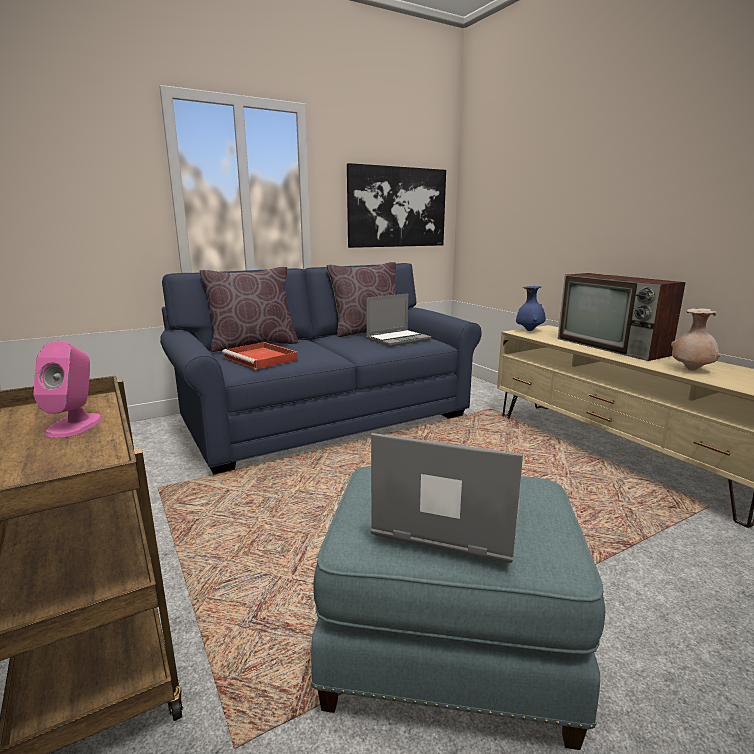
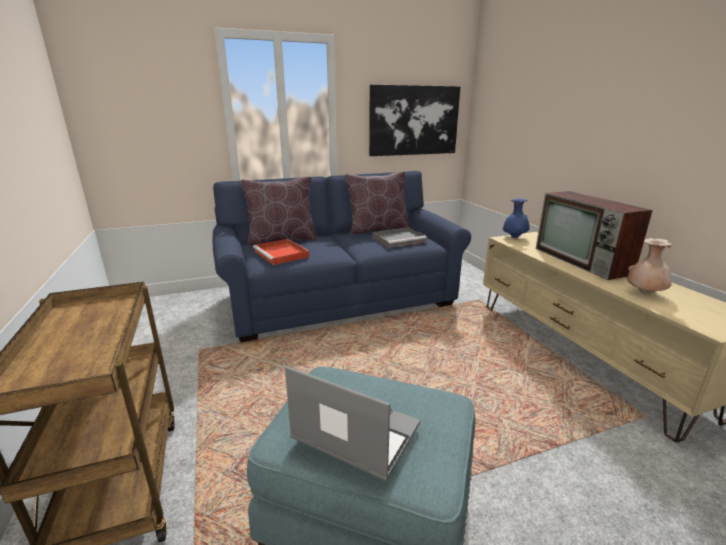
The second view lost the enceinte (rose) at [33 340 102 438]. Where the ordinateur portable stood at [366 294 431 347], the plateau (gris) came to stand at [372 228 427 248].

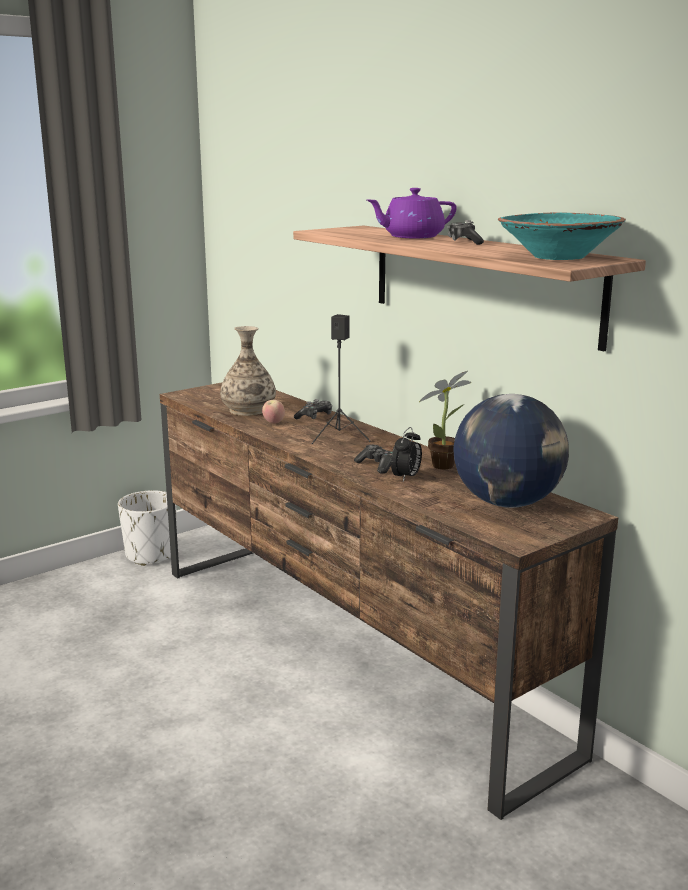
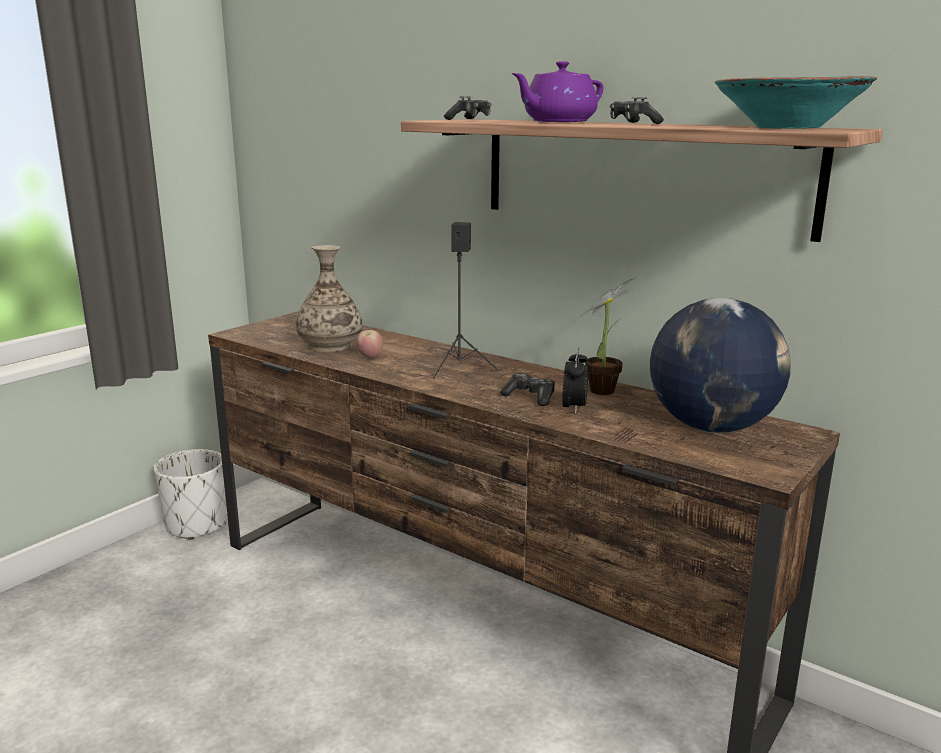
The manette ended up elsewhere, having gone from [294 399 332 419] to [444 96 491 120].

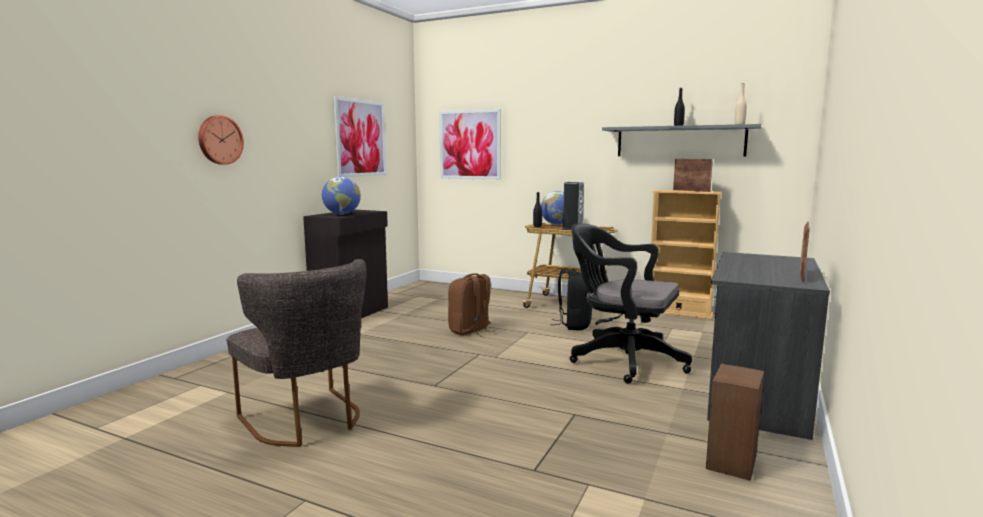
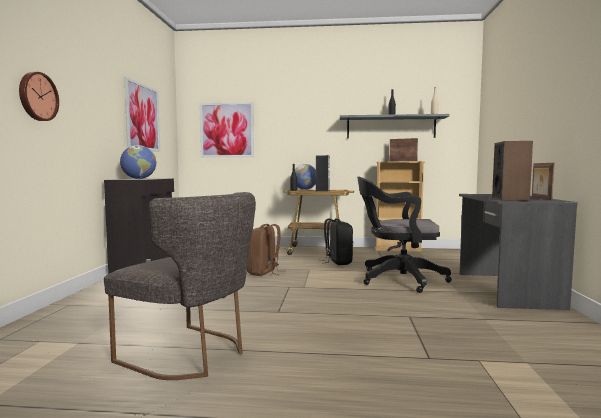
The enceinte ended up elsewhere, having gone from [706 363 764 481] to [492 141 533 201].

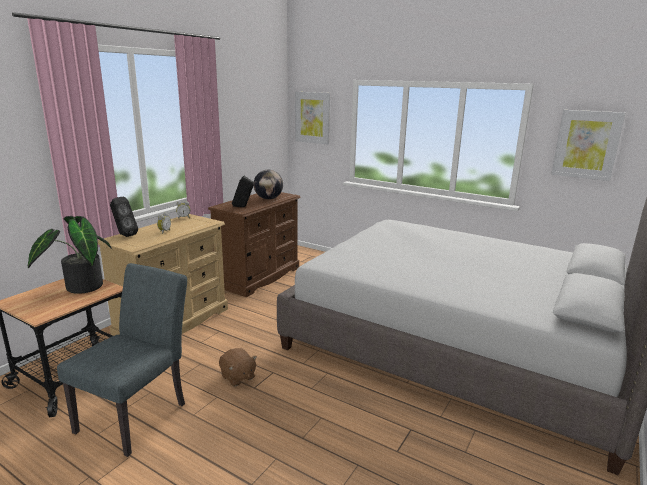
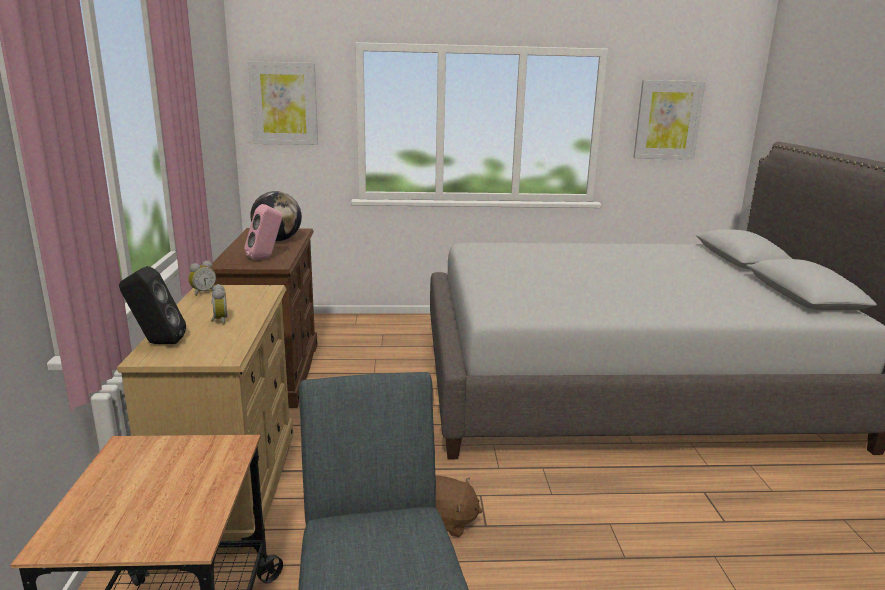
The second view lost the plante en pot at [28 216 112 294]. What was the enceinte (noir) at [232 176 254 207] turned into the enceinte (rose) at [244 204 282 260].

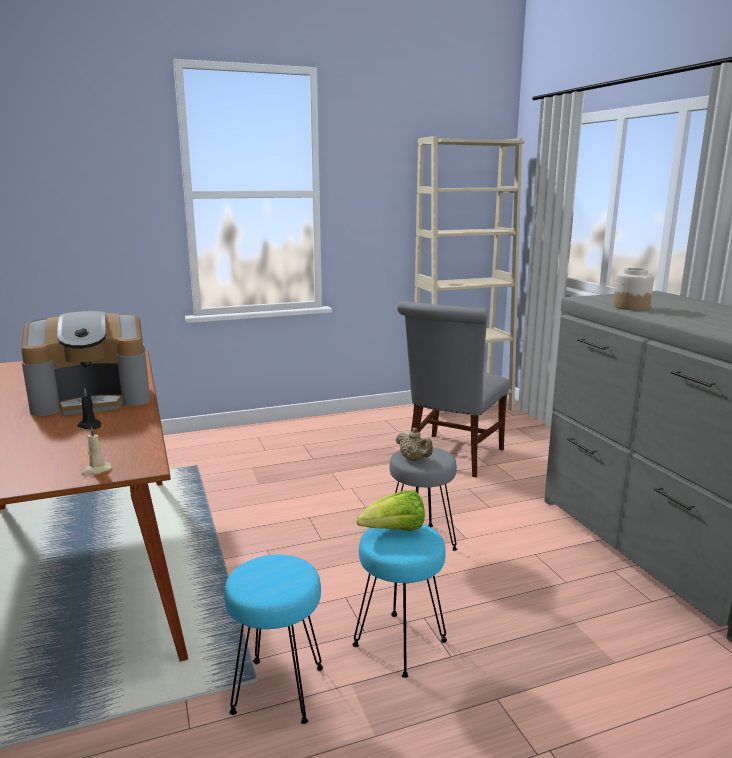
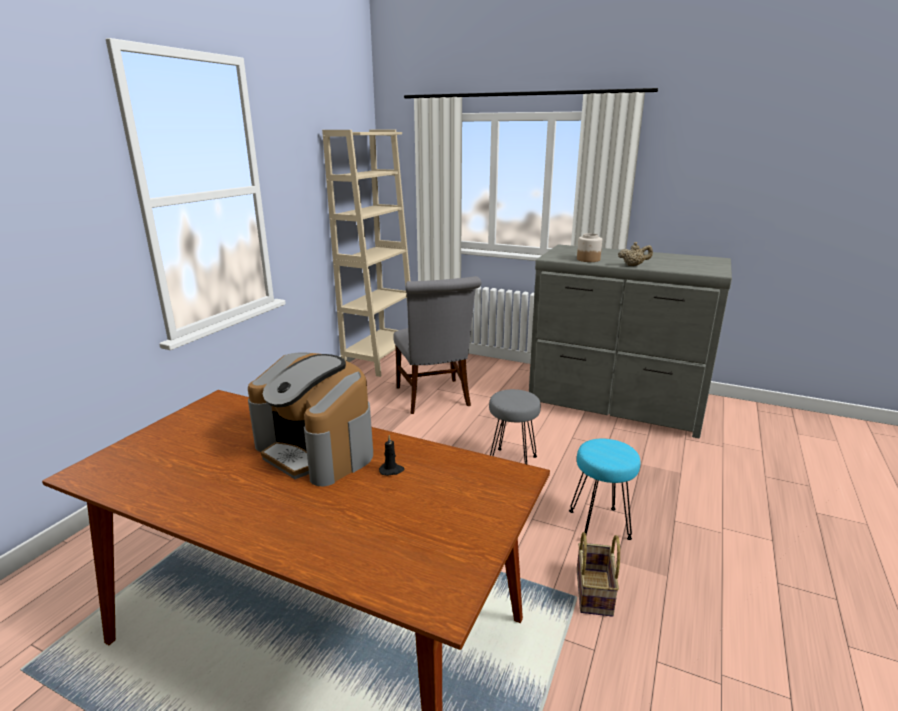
The second view lost the bougie (beige) at [81 426 112 476]. The second view lost the laitue at [356 490 425 531]. The théière (beige) ended up elsewhere, having gone from [396 428 433 461] to [618 242 653 266]. Where the tabouret (turquoise) stood at [224 555 323 724], the panier came to stand at [577 532 620 617]. The machine à café at [21 311 150 416] ended up facing another way, 105 degrees clockwise from before.

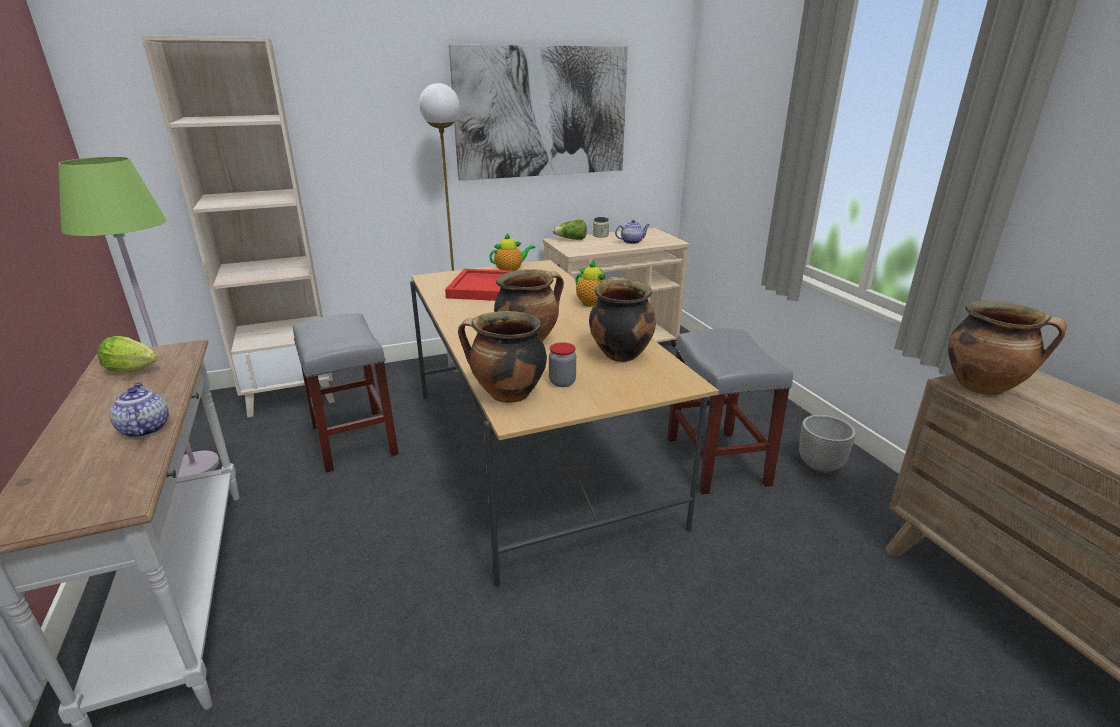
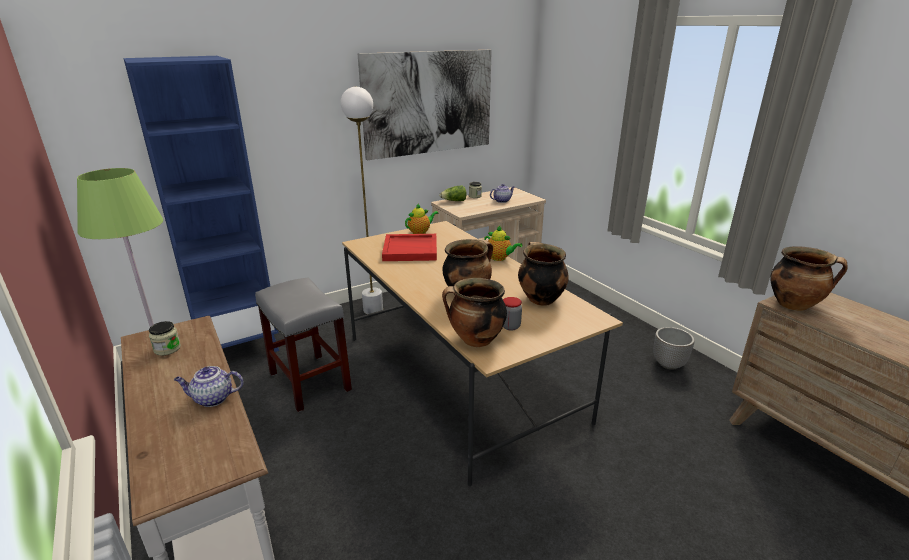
The second view lost the tabouret (gris) at [667 328 793 495]. Where the laitue stood at [97 336 158 373], the bocal came to stand at [149 321 181 356]. What was the bibliothèque (beige) at [141 35 335 418] turned into the bibliothèque (bleu) at [123 56 279 352]. The théière at [110 383 169 438] ended up facing another way, 60 degrees counterclockwise from before.

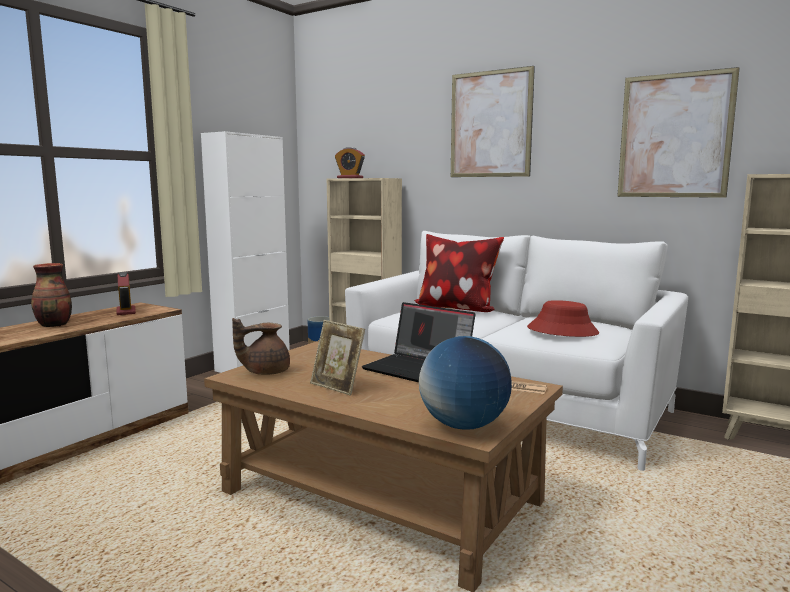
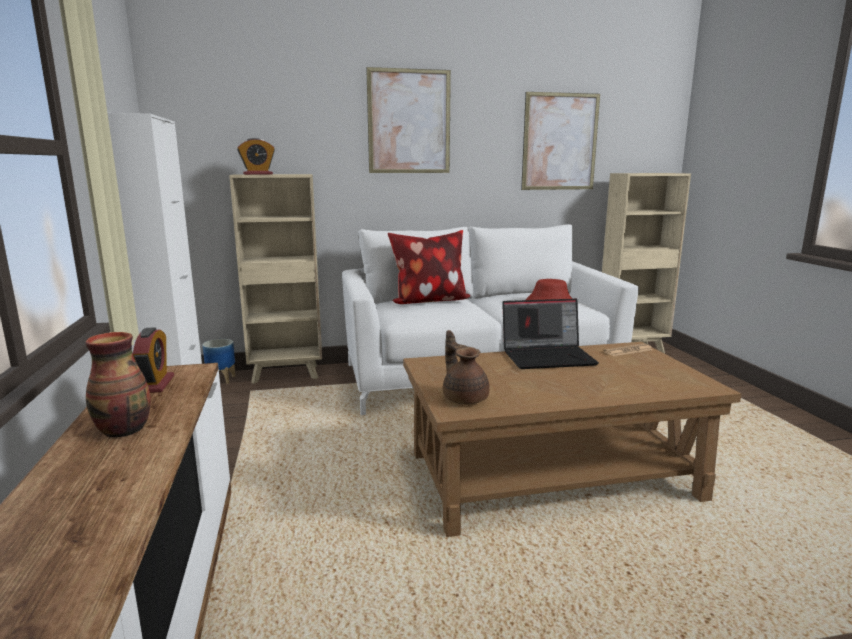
The second view lost the cadre photo at [310 320 365 396]. The second view lost the globe at [419 336 512 430]. The réveil at [116 272 136 315] ended up facing another way, 120 degrees counterclockwise from before. The théière (marron) at [232 318 290 375] ended up facing another way, 135 degrees clockwise from before.

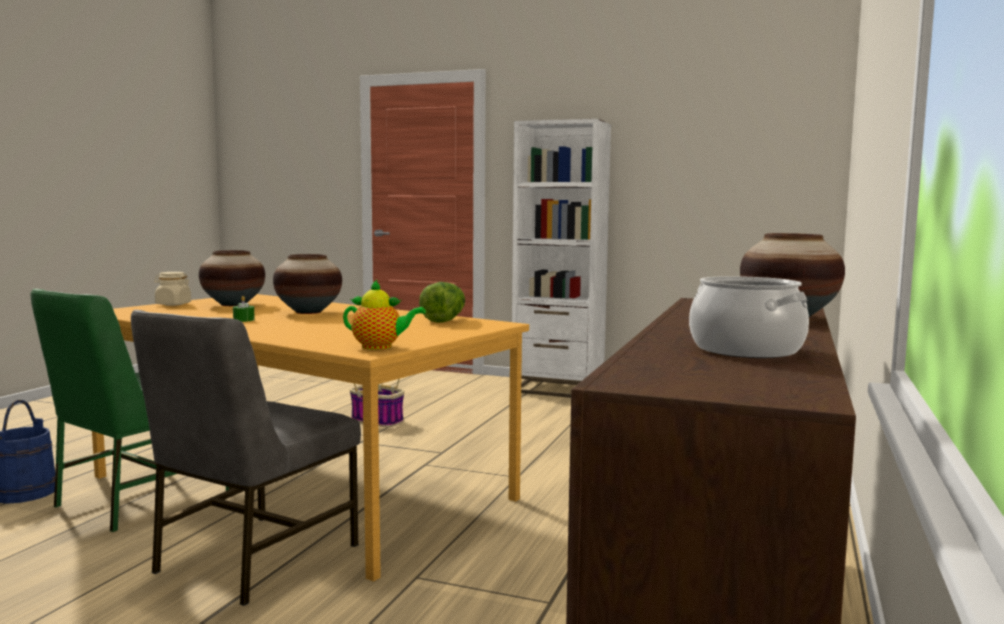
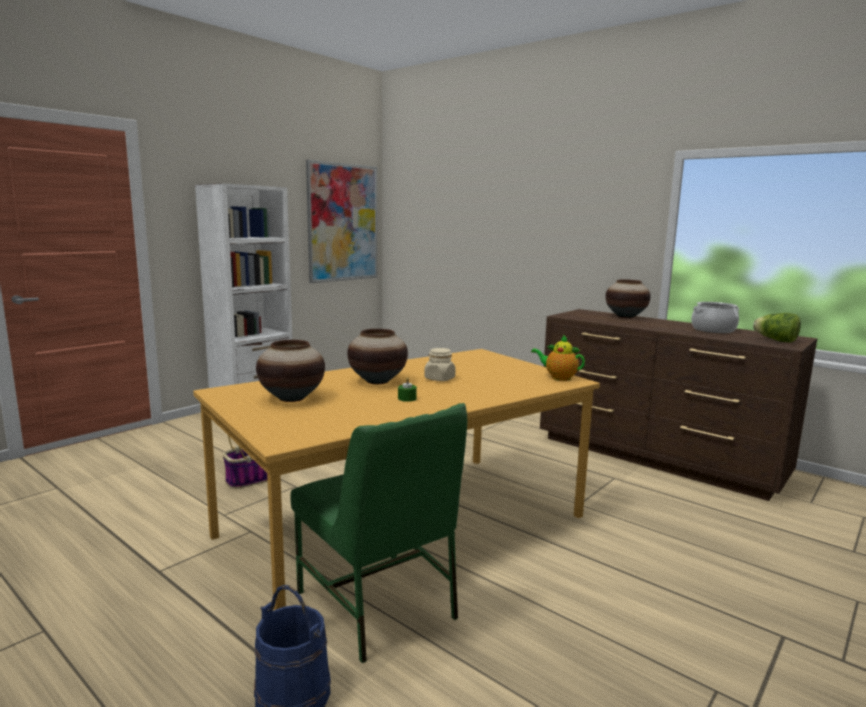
The second view lost the chaise (gris) at [131 310 361 606]. The second view gained the tableau at [306 160 377 283]. The bocal (beige) ended up elsewhere, having gone from [154 272 191 306] to [424 348 455 381]. The laitue ended up elsewhere, having gone from [419 282 465 323] to [753 313 801 342]. The théière at [343 279 426 350] ended up facing another way, 90 degrees counterclockwise from before.

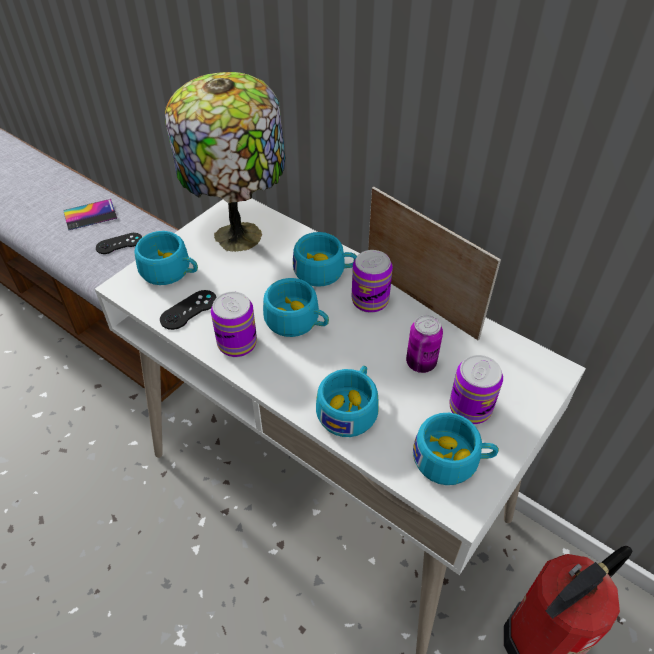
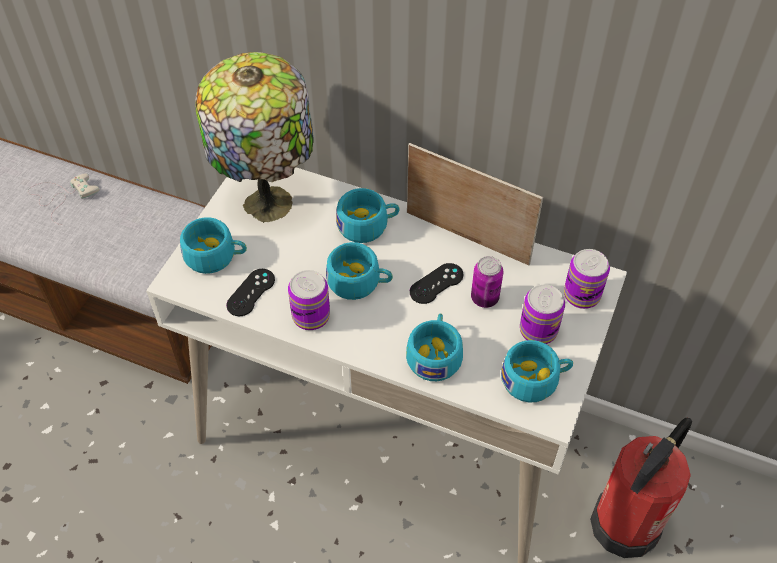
The manette (noir) ended up elsewhere, having gone from [96 233 142 254] to [409 263 464 304]. The boîte métallique ended up elsewhere, having gone from [352 250 393 313] to [564 249 610 309]. Where the téléphone stood at [63 199 117 230], the manette (blanc) came to stand at [28 173 99 225].

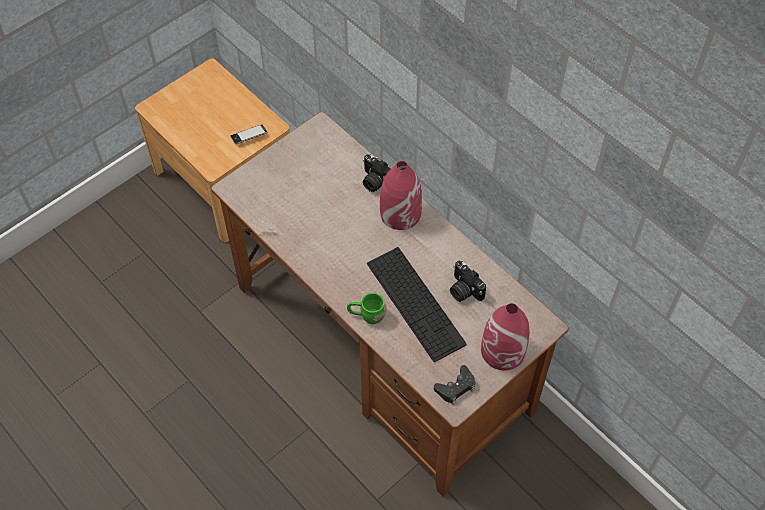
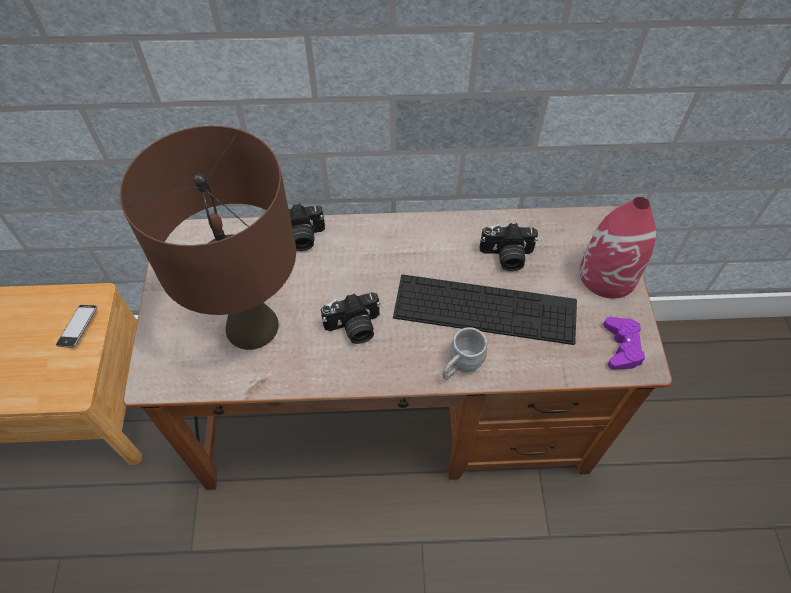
The second view lost the vase (rouge) at [380 161 422 230]. The second view gained the lampe de table (marron) at [120 126 296 350]. The second view gained the appareil photo at [321 292 381 344]. What was the mug (vert) at [347 293 387 324] turned into the mug (gris) at [443 327 488 380]. What was the manette (noir) at [434 365 475 405] turned into the manette (violet) at [603 317 645 369].

